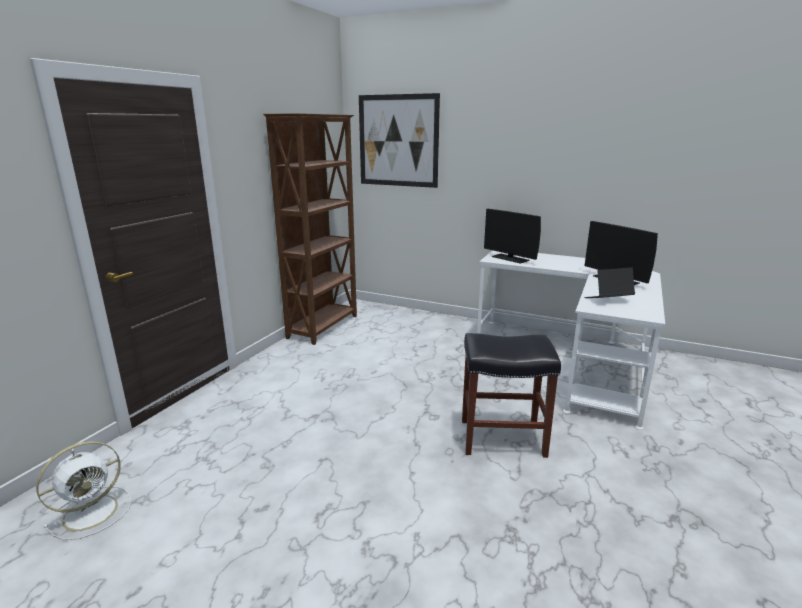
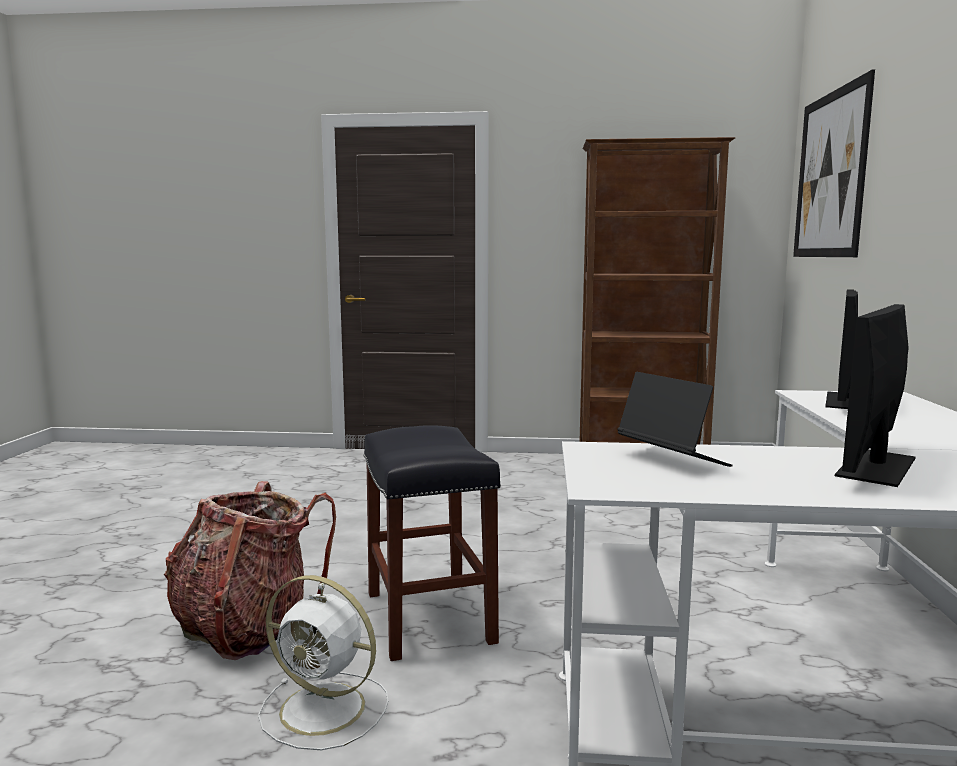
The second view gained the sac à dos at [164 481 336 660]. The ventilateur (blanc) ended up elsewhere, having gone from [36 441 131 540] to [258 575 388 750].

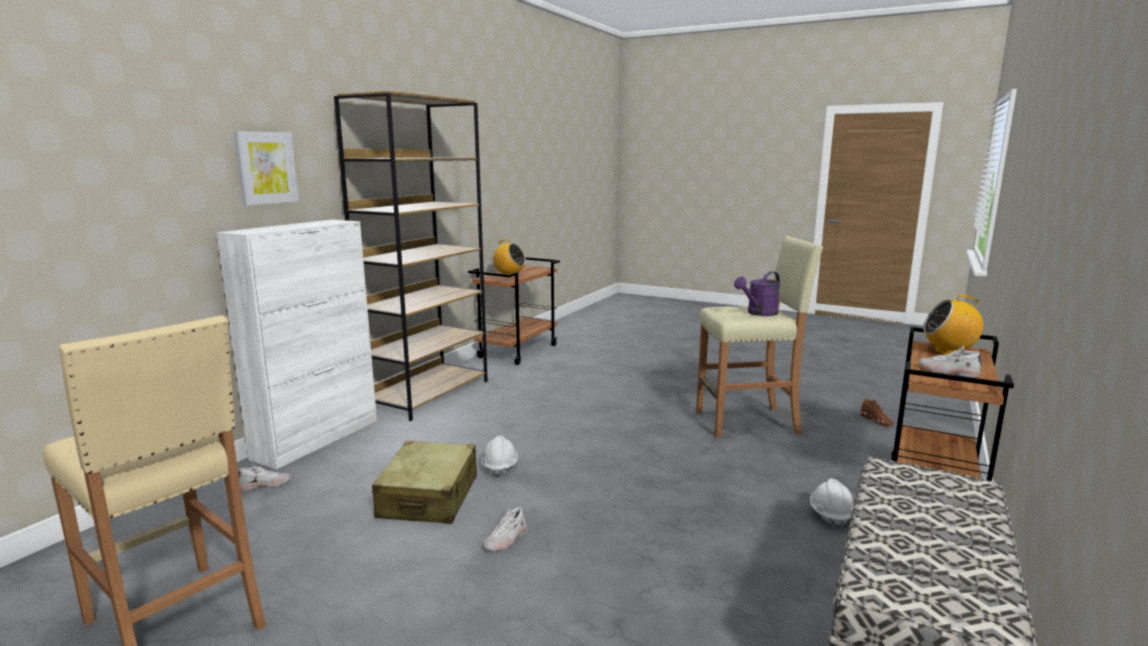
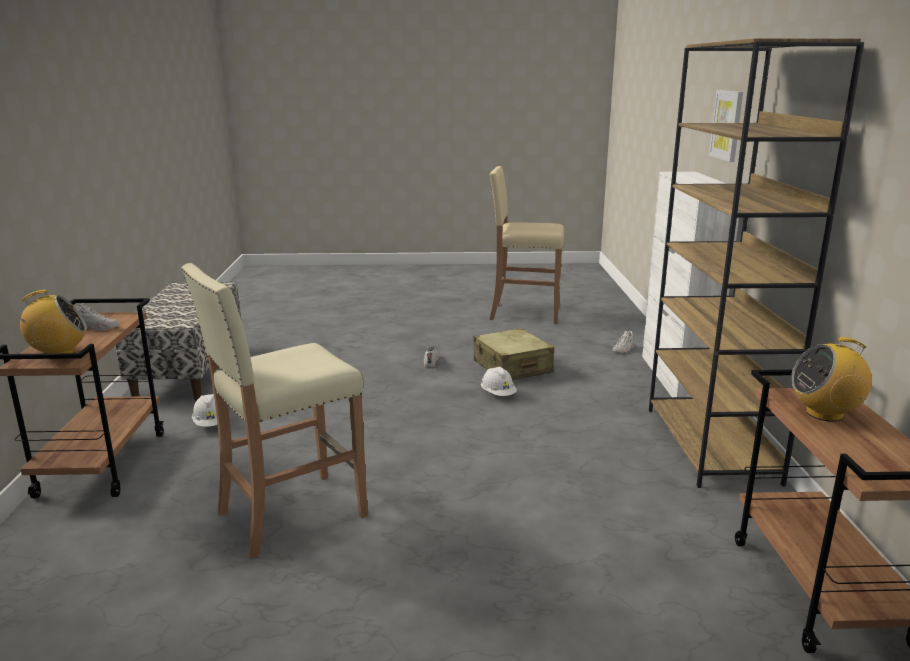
The second view lost the arrosoir (violet) at [734 271 780 316]. The second view lost the chaussure (marron) at [860 399 894 426].

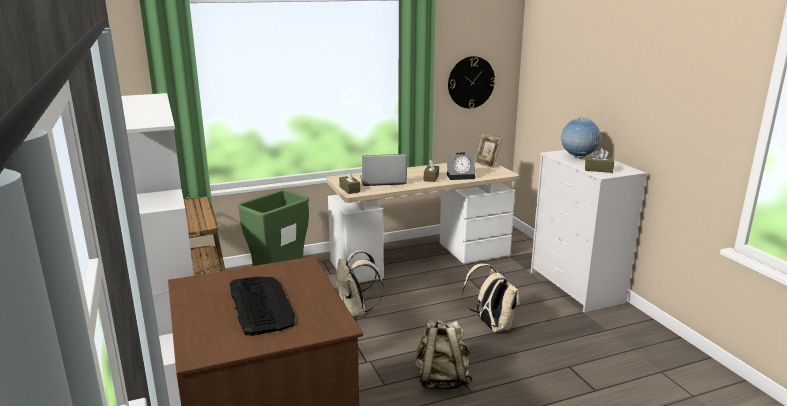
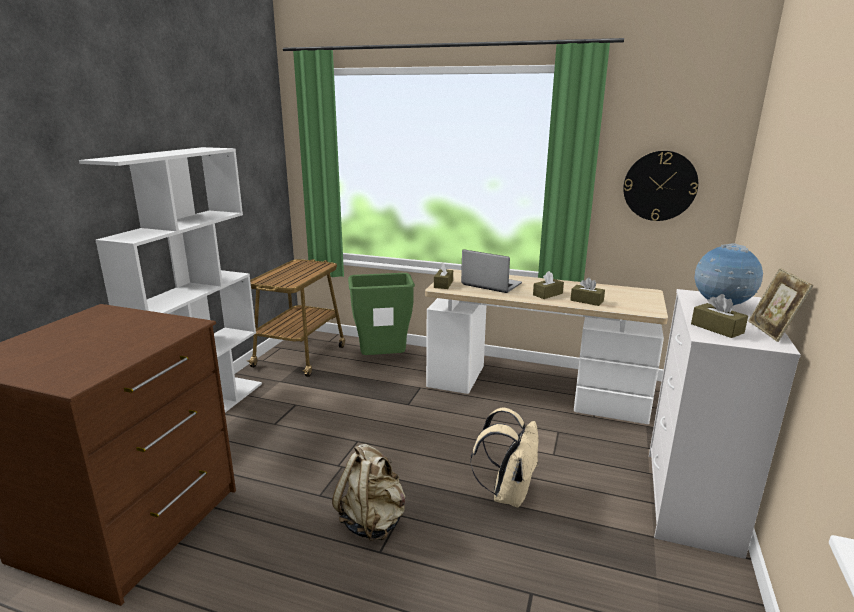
The second view lost the clavier at [230 276 295 336]. The second view lost the sac à dos (beige) at [336 250 384 317]. The cadre photo ended up elsewhere, having gone from [475 134 502 168] to [748 268 814 342]. Where the réveil stood at [447 153 475 180], the boîte à mouchoirs (marron) came to stand at [570 278 605 306].

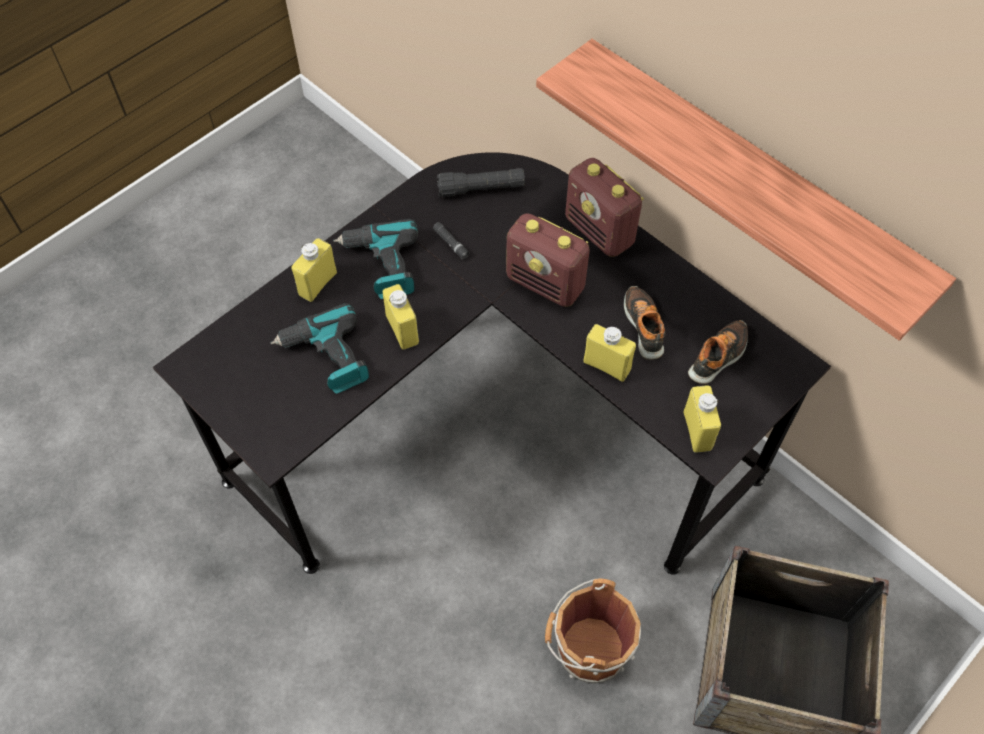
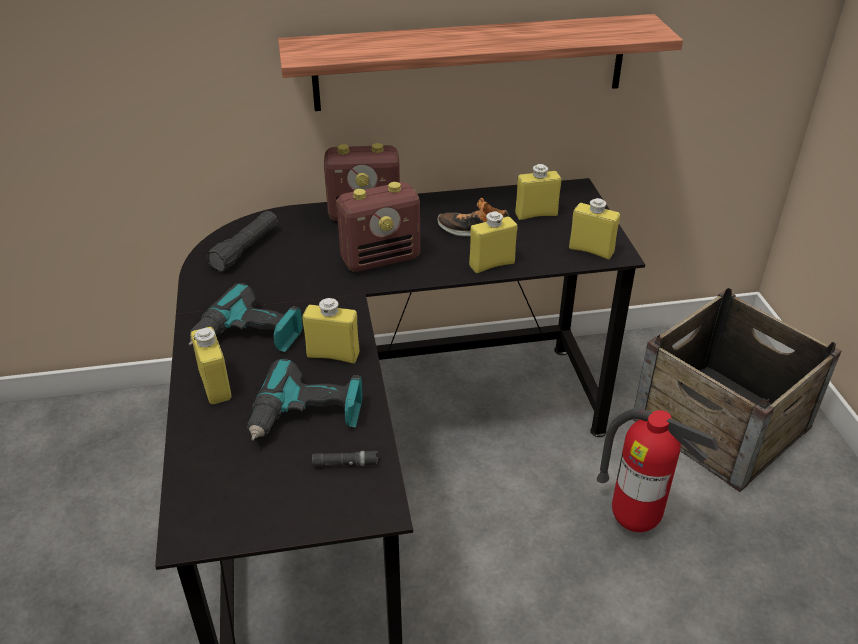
The lampe de poche (noir) ended up elsewhere, having gone from [433 222 470 260] to [312 451 378 467]. Where the seau (marron) stood at [545 579 641 683], the extincteur came to stand at [597 408 719 532]. Where the chaussure stood at [688 320 748 384], the bouteille (jaune) came to stand at [515 164 561 220].

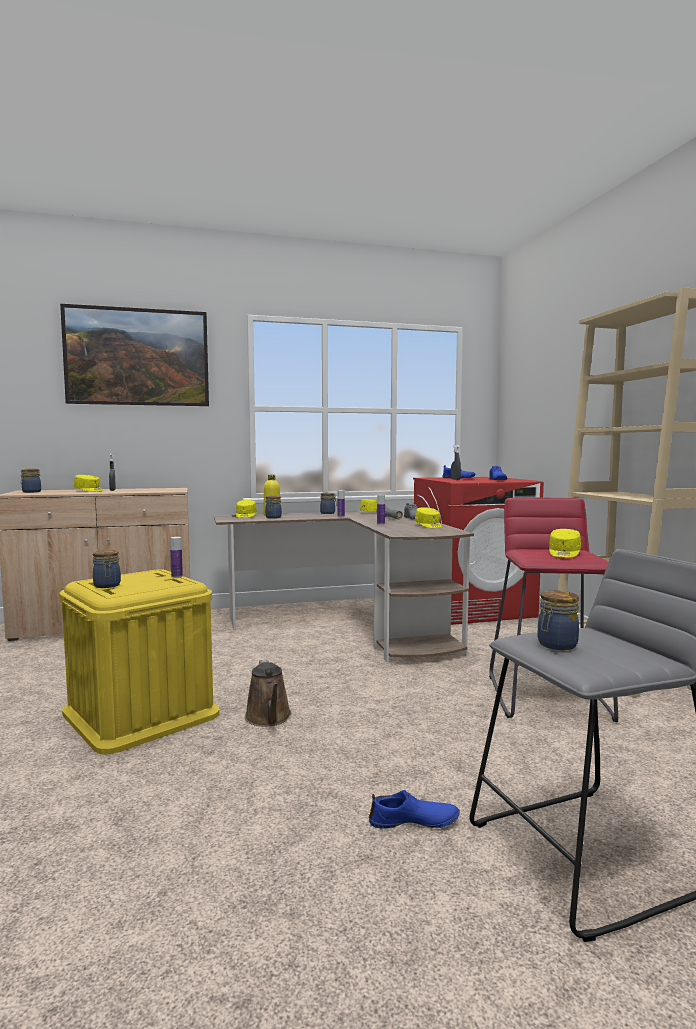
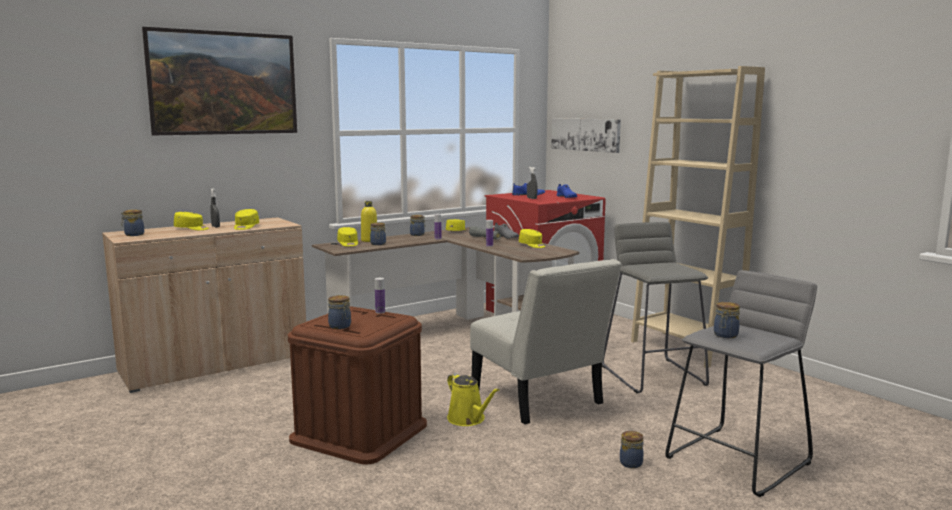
The second view gained the chaise (blanc) at [470 259 621 424]. The second view gained the tableau at [551 118 621 153]. The casquette (jaune) ended up elsewhere, having gone from [549 529 581 558] to [234 209 259 230]. Where the chaussure (bleu) stood at [369 790 460 828], the bocal came to stand at [620 431 643 468]. What was the boîte de rangement (jaune) at [59 569 220 755] turned into the boîte de rangement (marron) at [288 307 427 464]. What was the arrosoir (marron) at [245 659 291 726] turned into the arrosoir (jaune) at [447 373 499 426]. What was the tabouret (rouge) at [489 498 618 722] turned into the tabouret (gris) at [602 222 709 393].

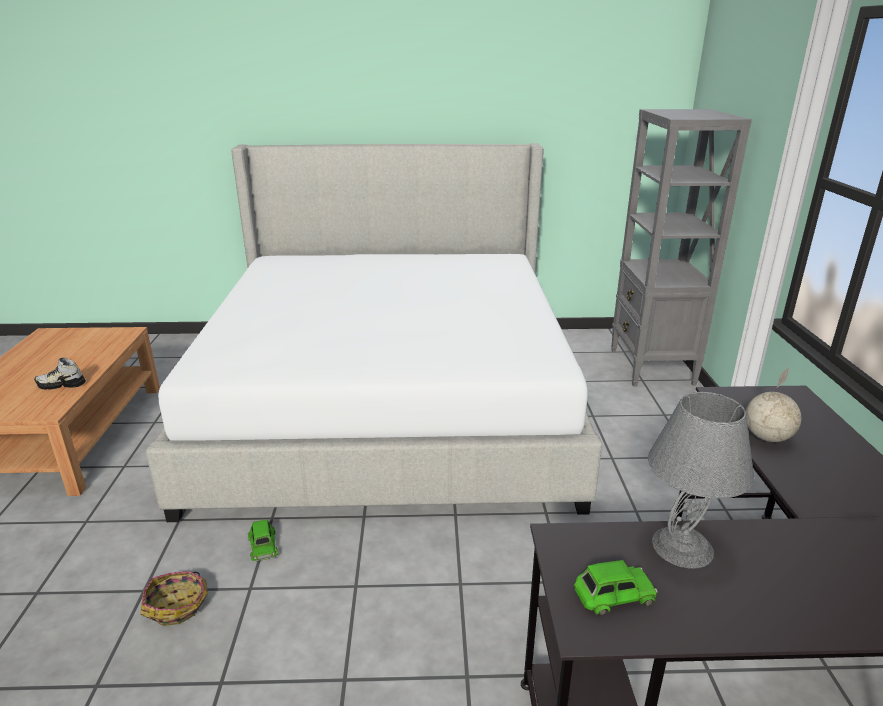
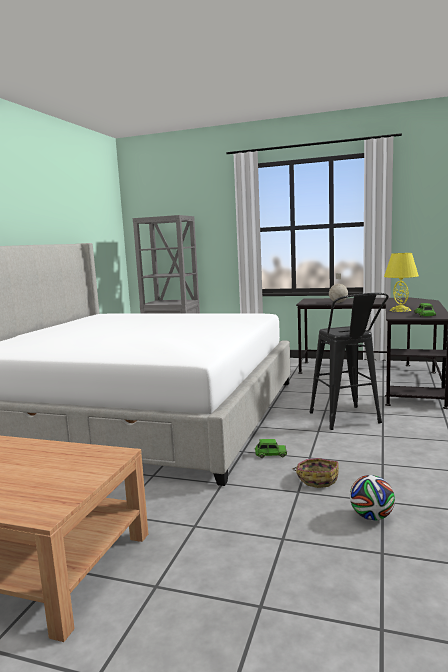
The second view lost the chaussure at [34 358 86 390]. The second view gained the tabouret (noir) at [309 293 389 430]. The second view gained the ballon de foot at [350 475 395 521]. What was the lampe de table (gris) at [648 392 754 569] turned into the lampe de table (jaune) at [384 253 419 312].

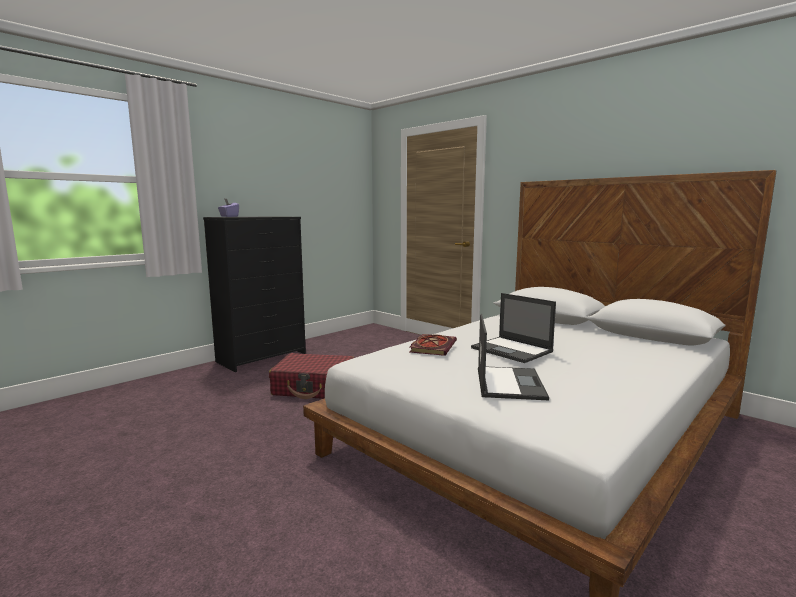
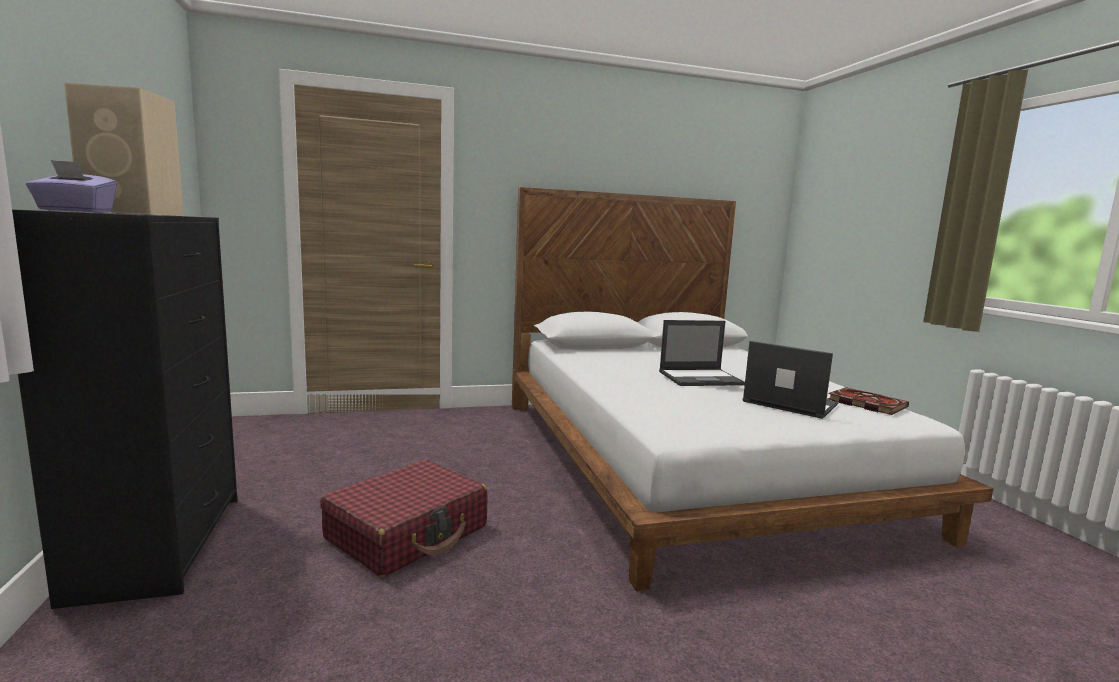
The second view gained the enceinte (beige) at [64 83 184 216]. The livre ended up elsewhere, having gone from [409 334 457 356] to [827 387 909 415].

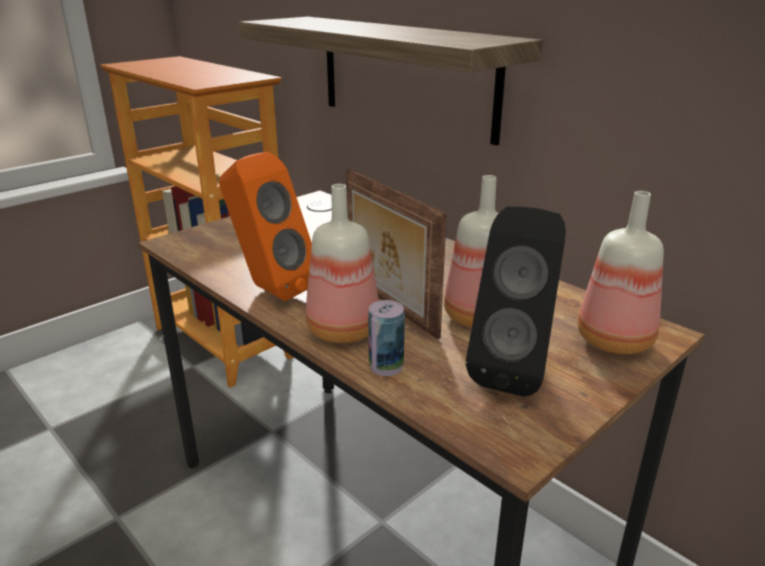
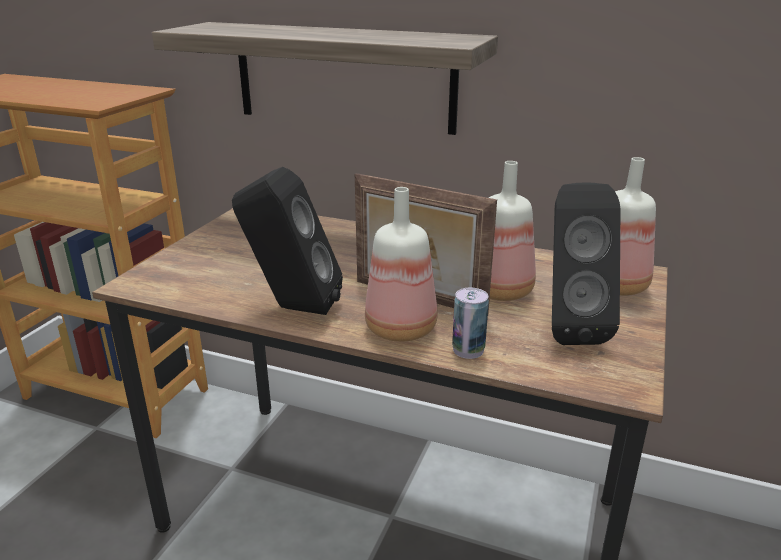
What was the enceinte (orange) at [219 152 312 301] turned into the enceinte (noir) at [232 167 343 315].

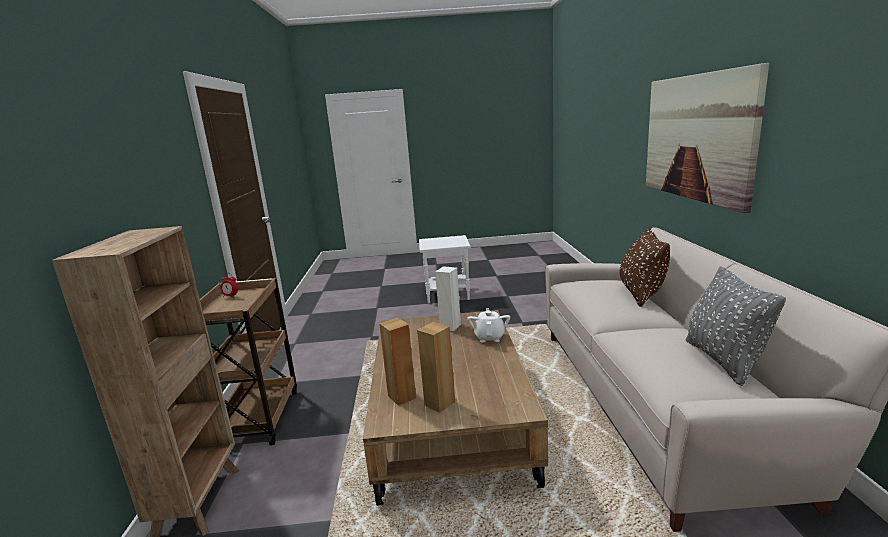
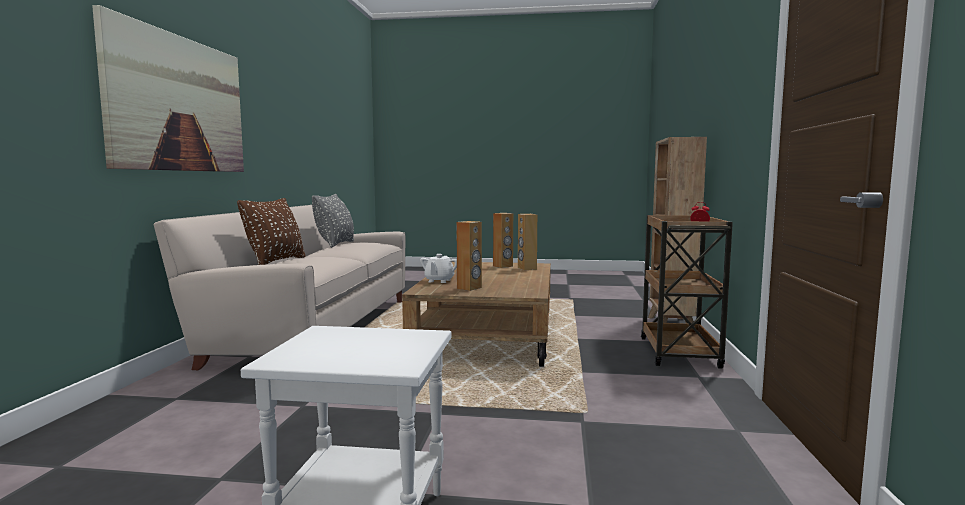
What was the enceinte (blanc) at [435 266 461 331] turned into the enceinte (marron) at [457 221 482 291].

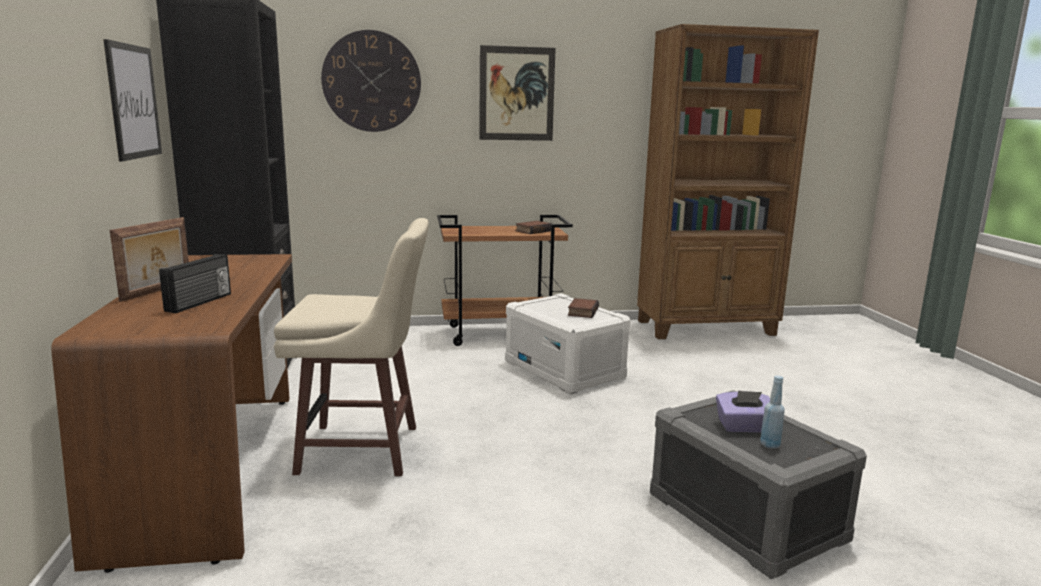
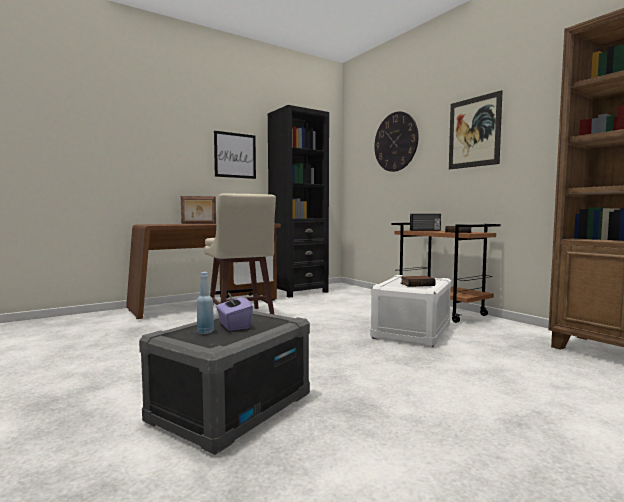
The radio ended up elsewhere, having gone from [159 254 231 313] to [410 214 441 231].

